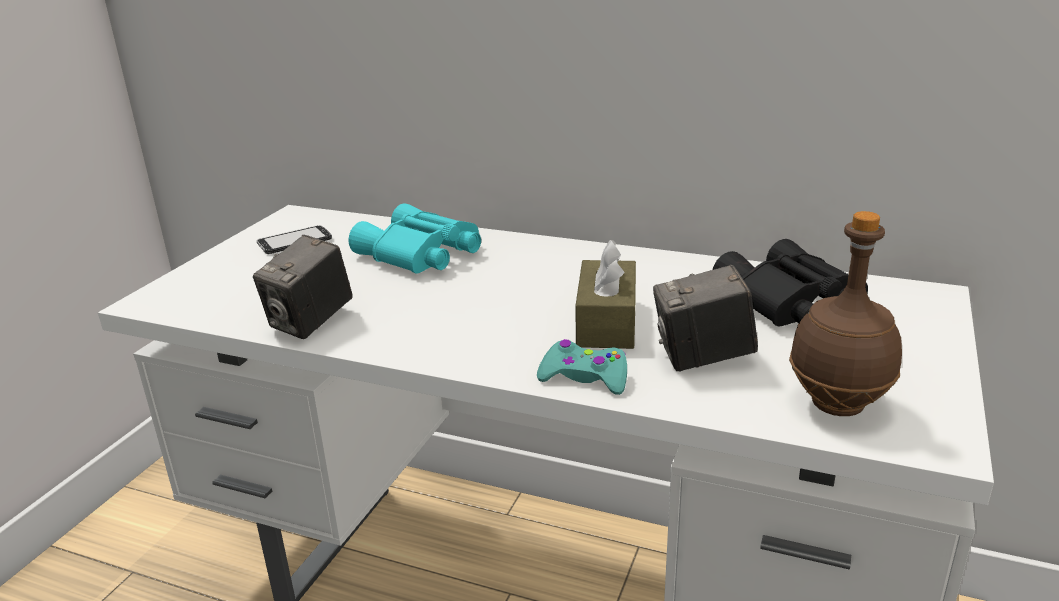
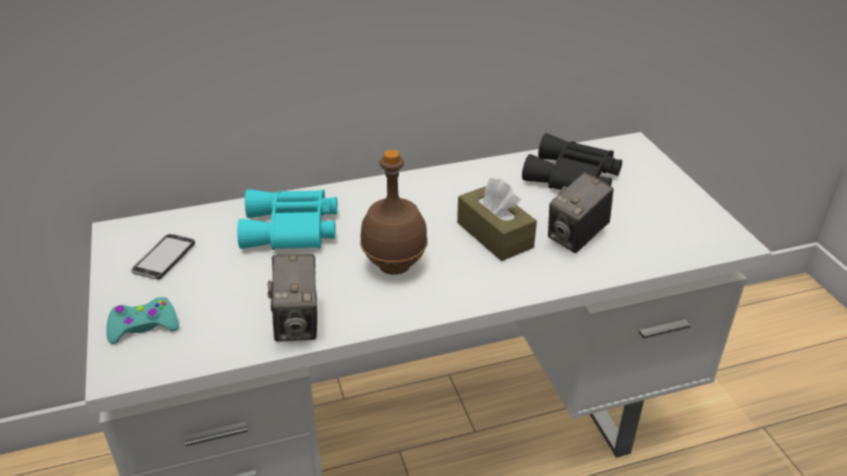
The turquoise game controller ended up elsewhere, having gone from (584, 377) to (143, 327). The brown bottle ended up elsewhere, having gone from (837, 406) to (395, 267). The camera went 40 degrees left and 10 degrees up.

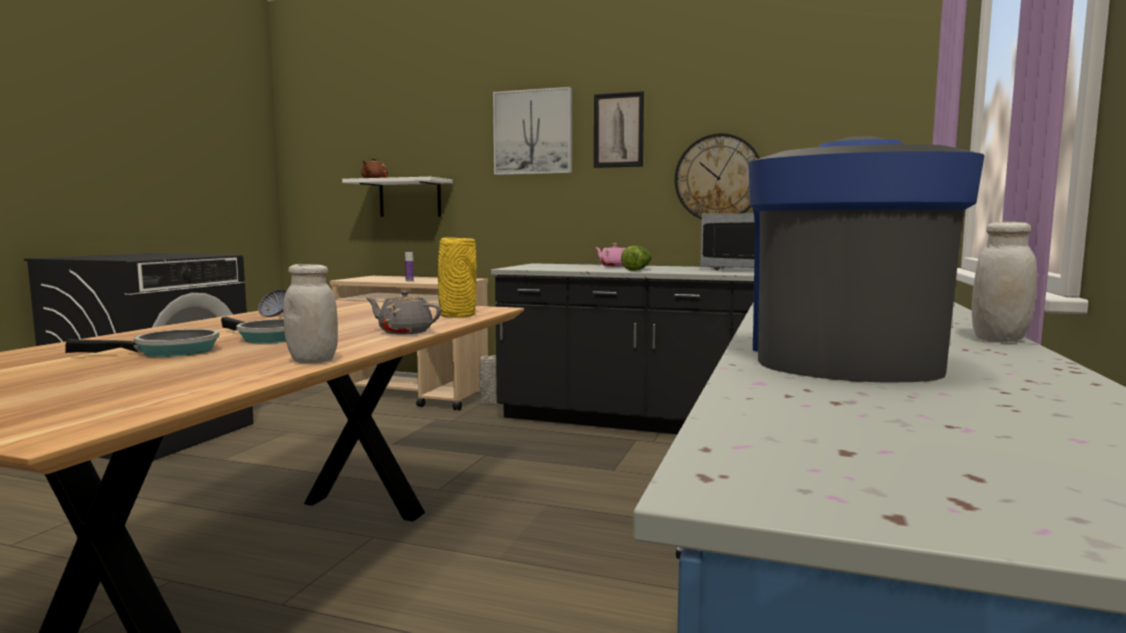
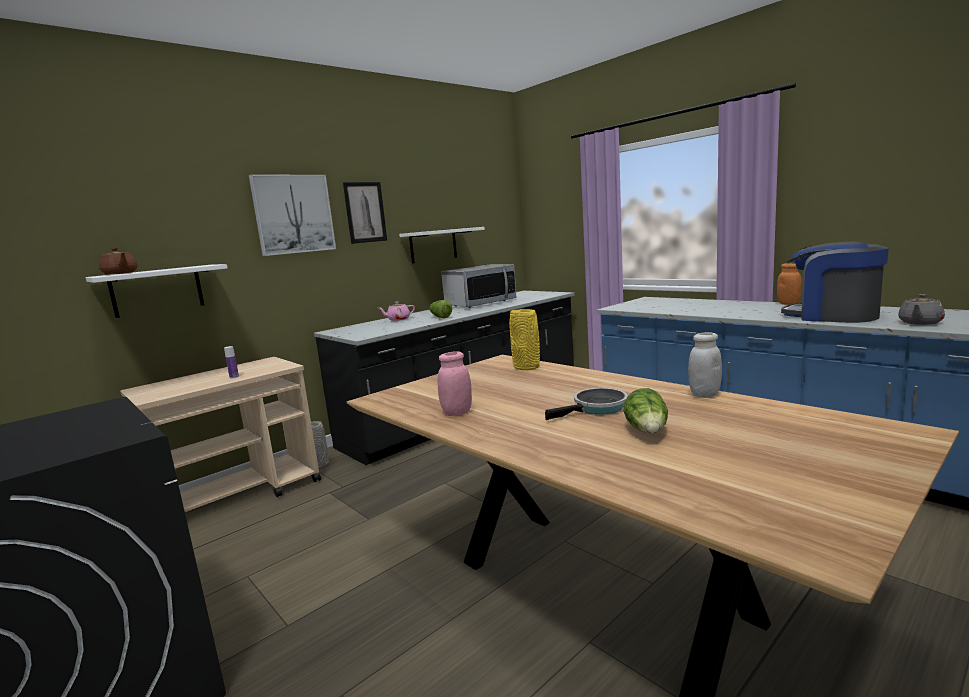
Where the wall clock hung at (718, 178), the white shelf came to hang at (433, 245). Where the bowl stood at (275, 316), the pink jar came to stand at (457, 413). Where the frying pan stood at (169, 352), the lettuce came to stand at (648, 431). What was the white jar at (999, 339) turned into the orange jar at (788, 304). The grey teapot ended up elsewhere, having gone from (404, 332) to (919, 323). The camera went 60 degrees left and 5 degrees up.

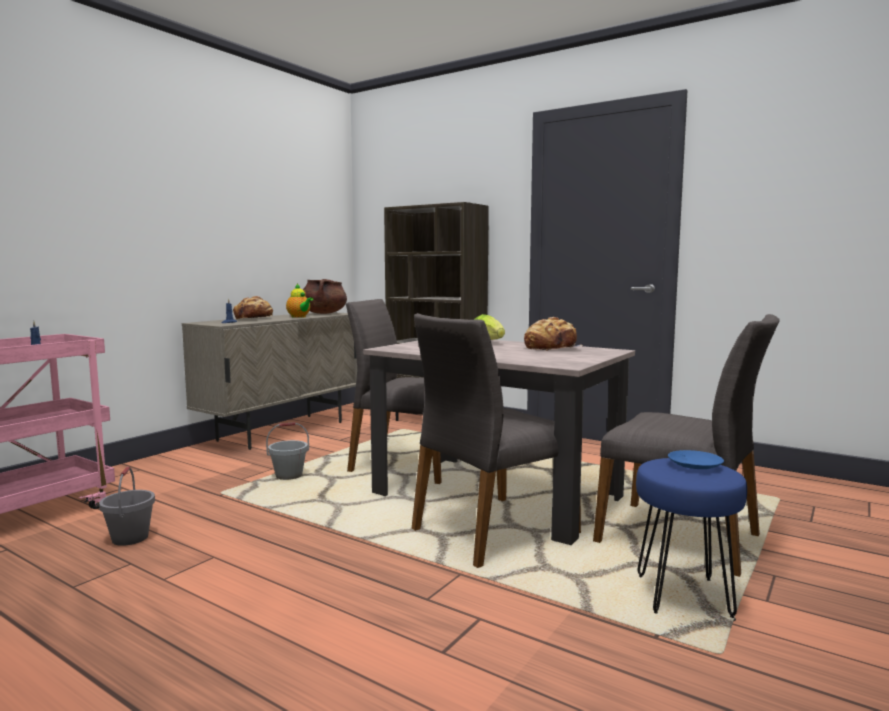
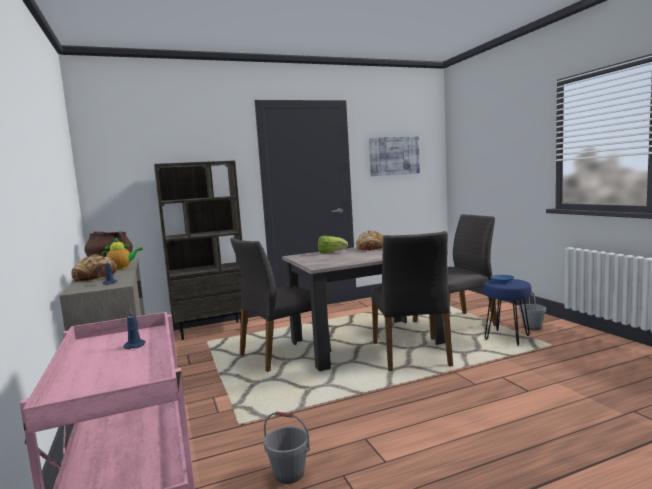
The second view gained the picture at (394, 156). The grey bucket ended up elsewhere, having gone from (289, 476) to (532, 327). The camera went 55 degrees left and 0 degrees up.

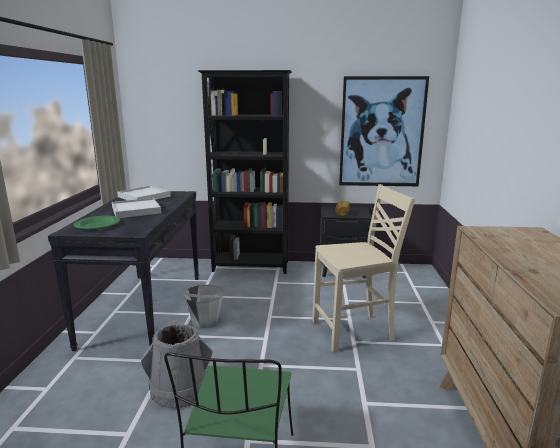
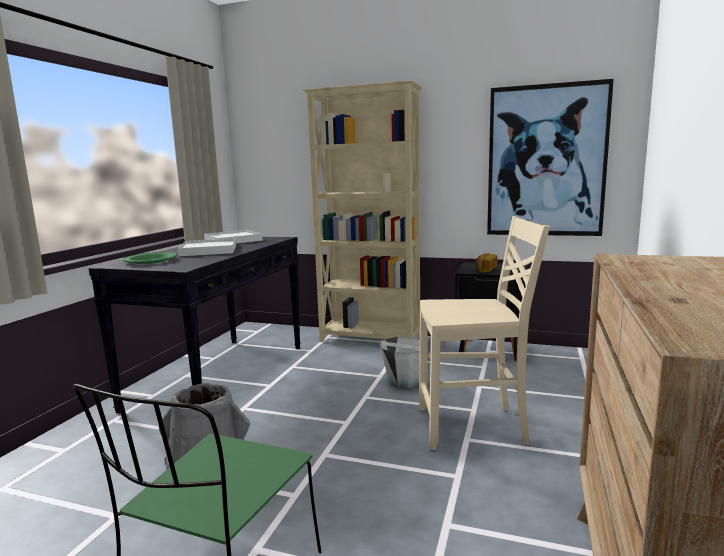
What was the black bookcase at (251, 267) turned into the beige bookcase at (370, 339). The grey bucket ended up elsewhere, having gone from (205, 321) to (403, 381). The camera went 15 degrees right and 5 degrees down.

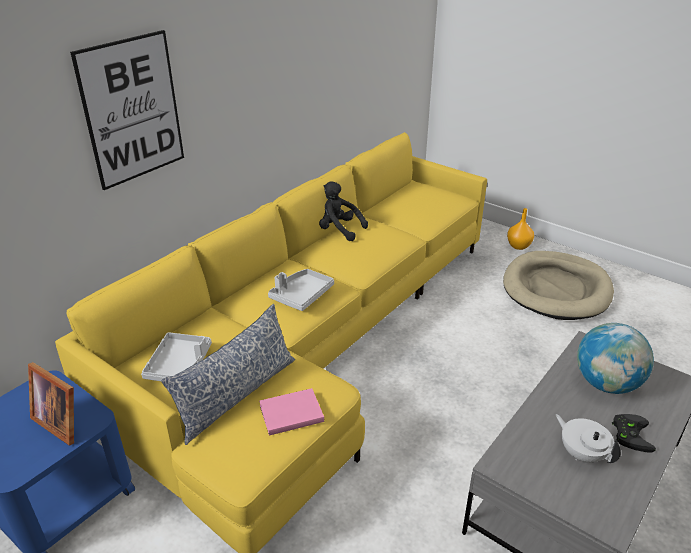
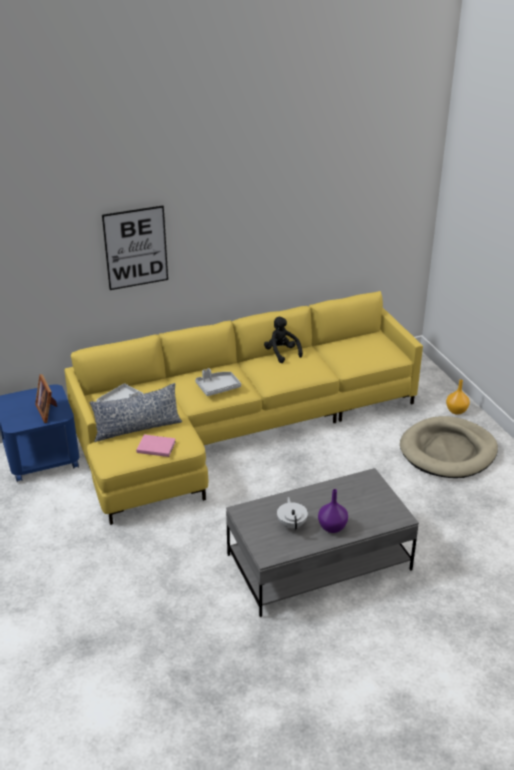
Where the black game controller stood at (630, 433), the purple vase came to stand at (332, 527). The second view lost the globe at (606, 384). The camera went 30 degrees right and 0 degrees up.

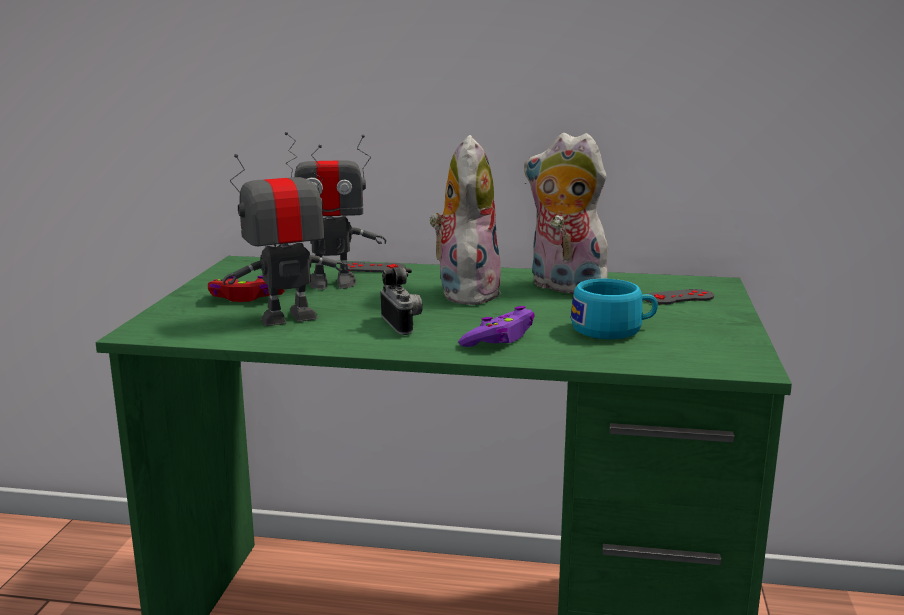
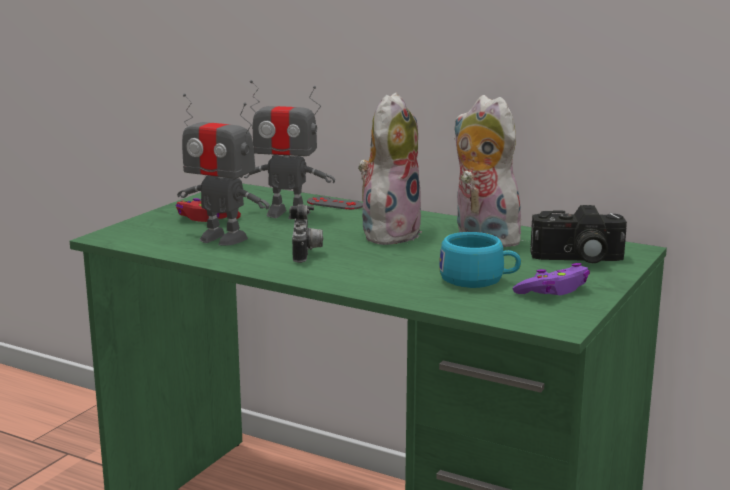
The toy robot at (288, 318) ended up facing another way, 150 degrees counterclockwise from before. The purple game controller ended up elsewhere, having gone from (499, 339) to (553, 290). Where the grey game controller stood at (678, 297), the photo camera came to stand at (577, 259). The camera went 20 degrees right and 0 degrees up.

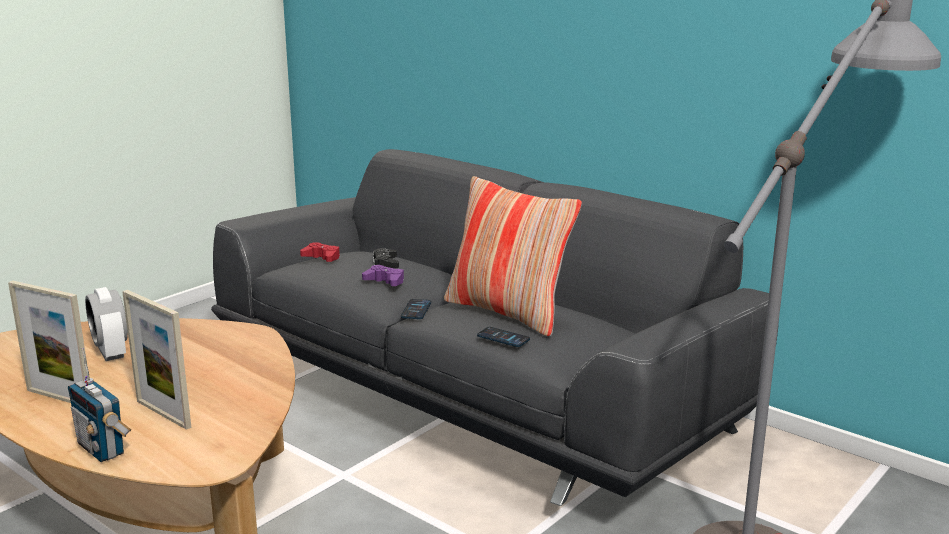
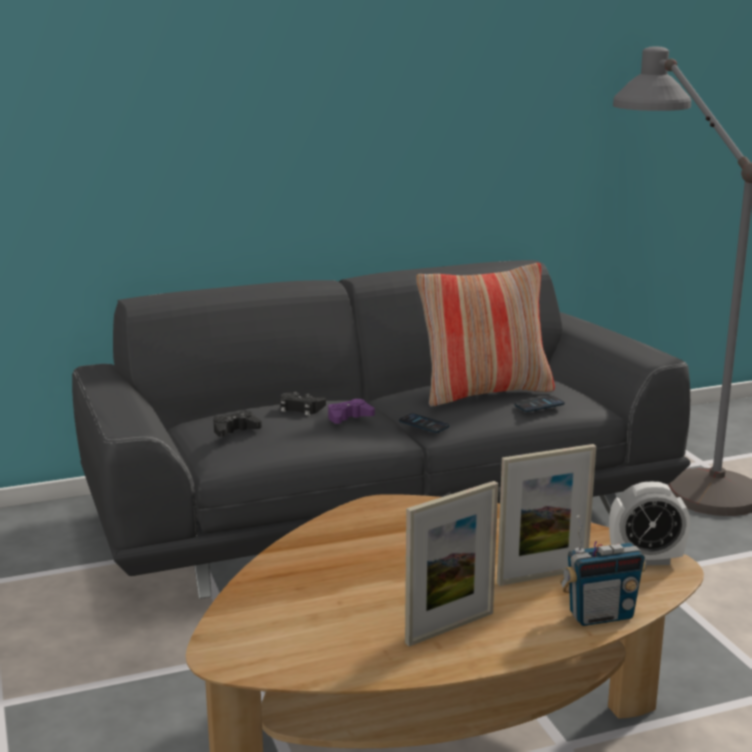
What was the red game controller at (322, 257) turned into the black game controller at (235, 430). The alarm clock ended up elsewhere, having gone from (111, 352) to (645, 559). The camera went 60 degrees left and 0 degrees up.

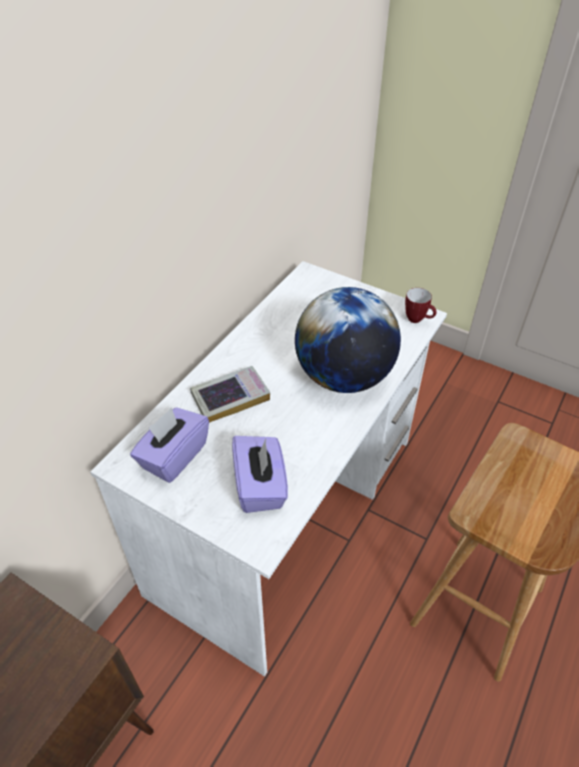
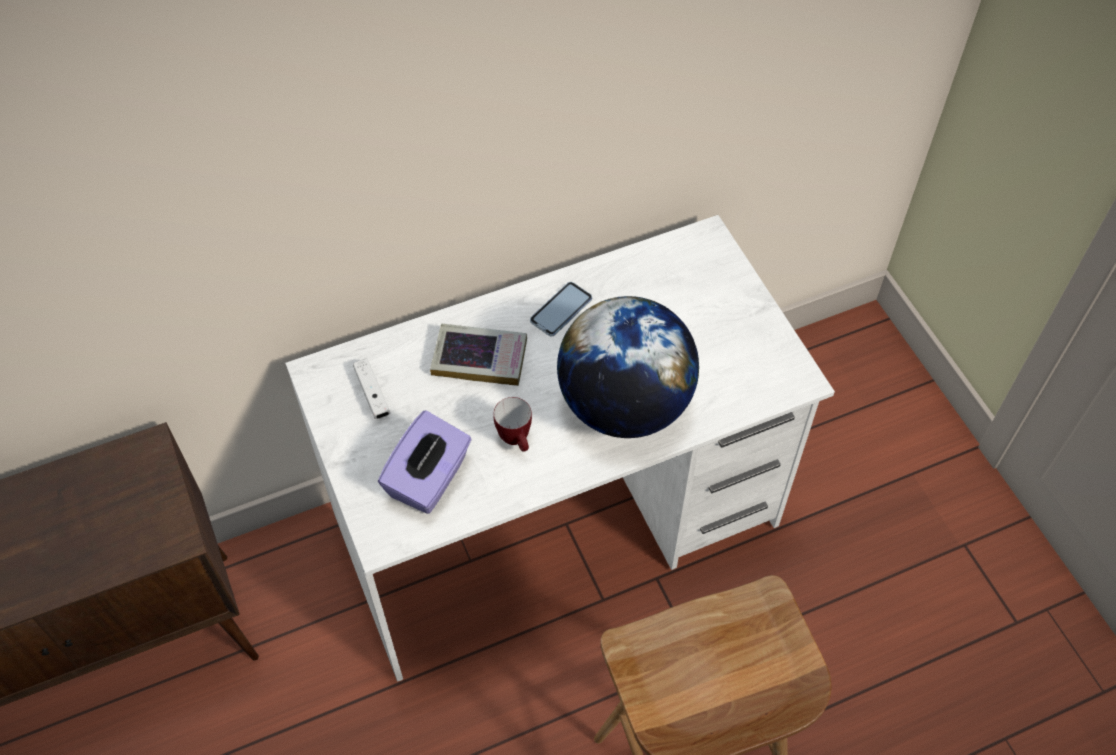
Where the purple tissue box stood at (173, 456), the white game controller came to stand at (372, 393). The mug ended up elsewhere, having gone from (418, 320) to (516, 441). The second view gained the phone at (561, 310). The camera went 35 degrees right and 10 degrees up.

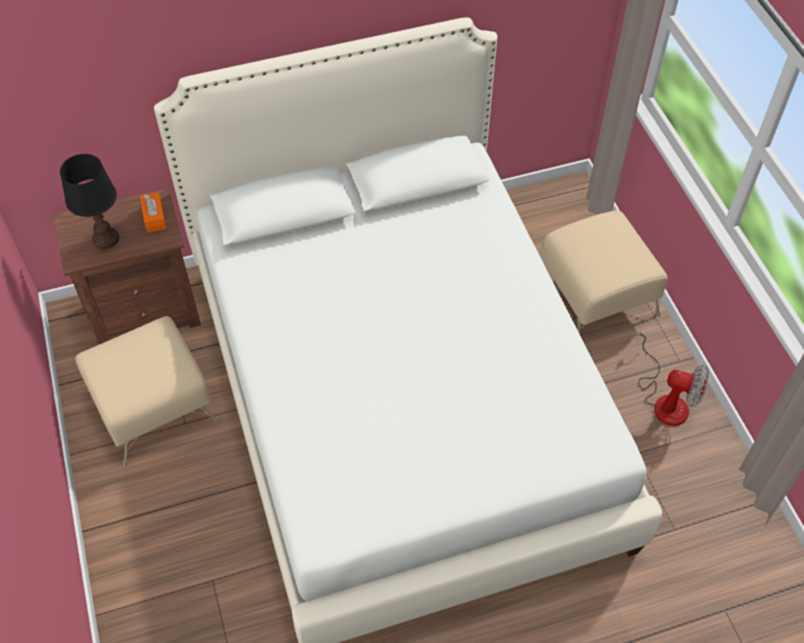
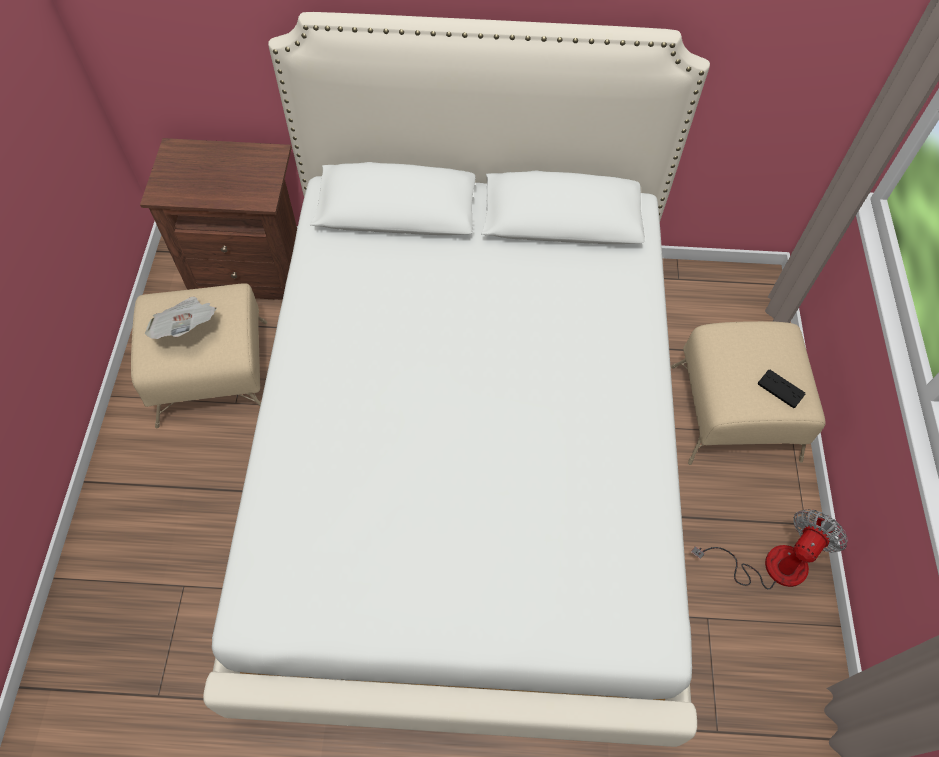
The second view gained the newspaper at (186, 327). The fan at (665, 399) ended up facing another way, 90 degrees counterclockwise from before. The second view gained the black game controller at (780, 389). The second view lost the black table lamp at (106, 238). The second view lost the orange tissue box at (154, 217). The camera went 20 degrees right and 5 degrees up.

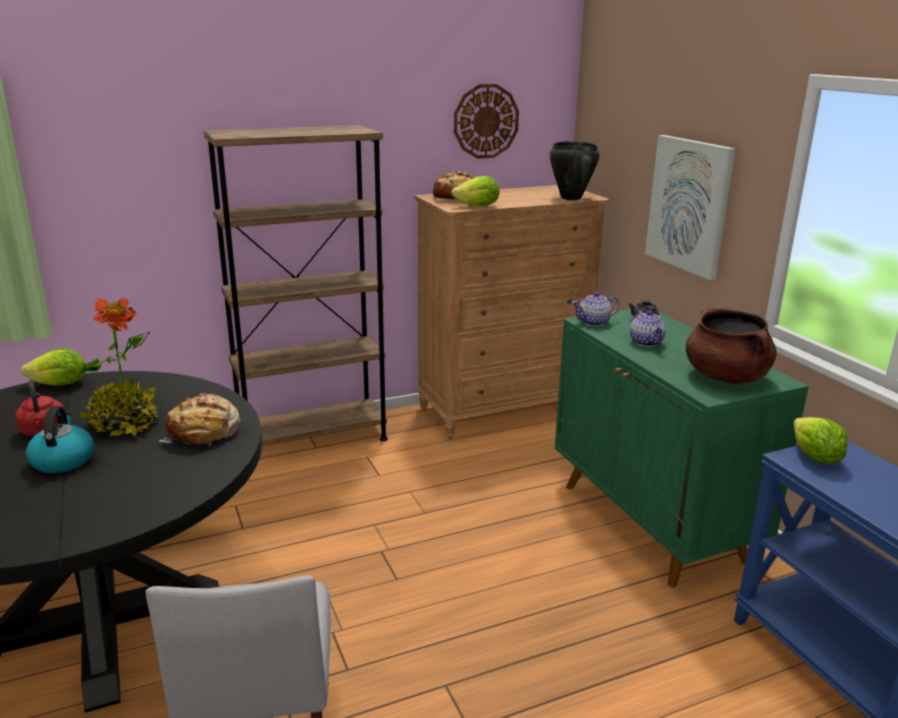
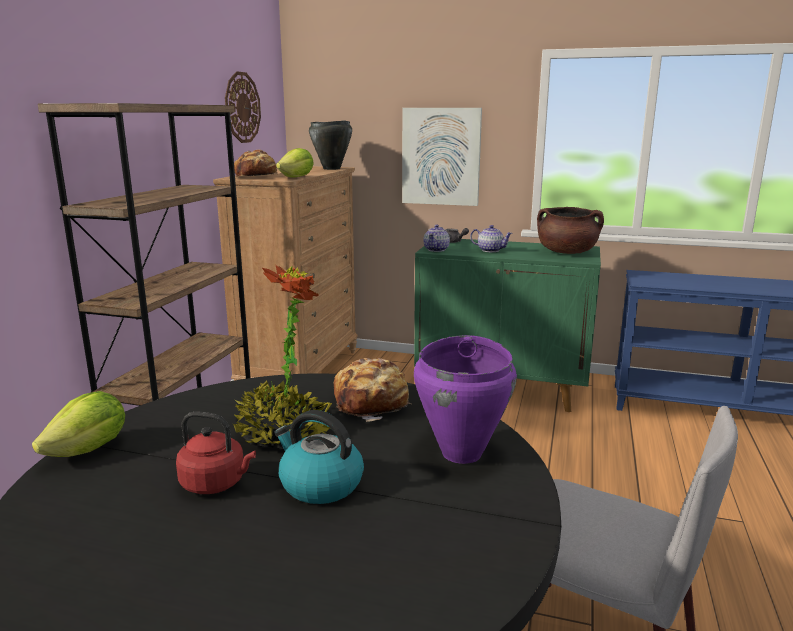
The second view gained the purple cooking pot at (462, 453). The second view lost the lettuce at (814, 457). The camera went 50 degrees left and 5 degrees down.

